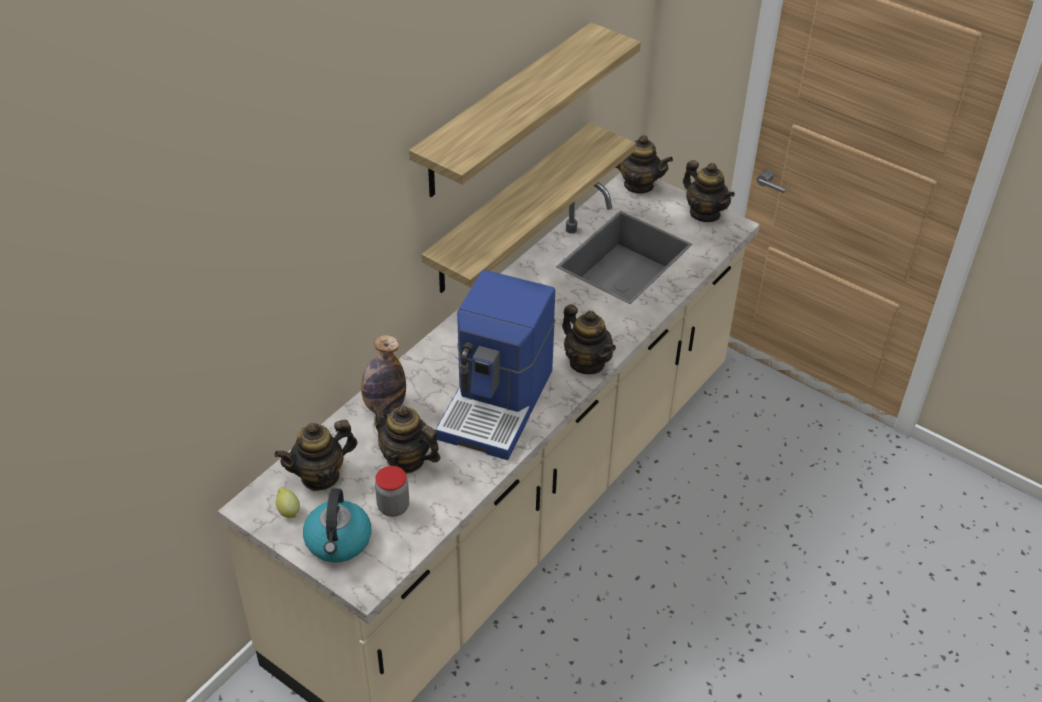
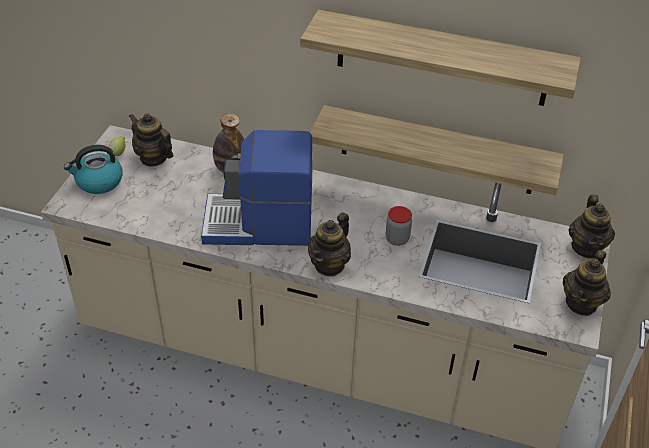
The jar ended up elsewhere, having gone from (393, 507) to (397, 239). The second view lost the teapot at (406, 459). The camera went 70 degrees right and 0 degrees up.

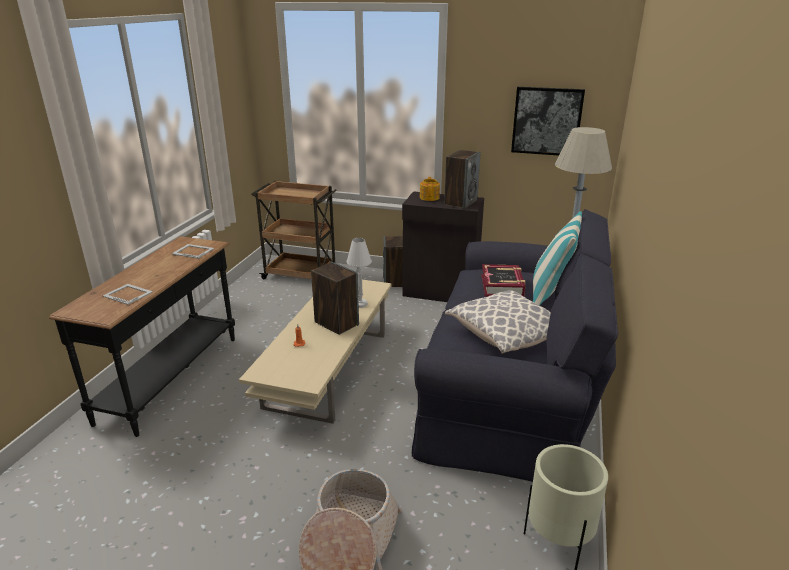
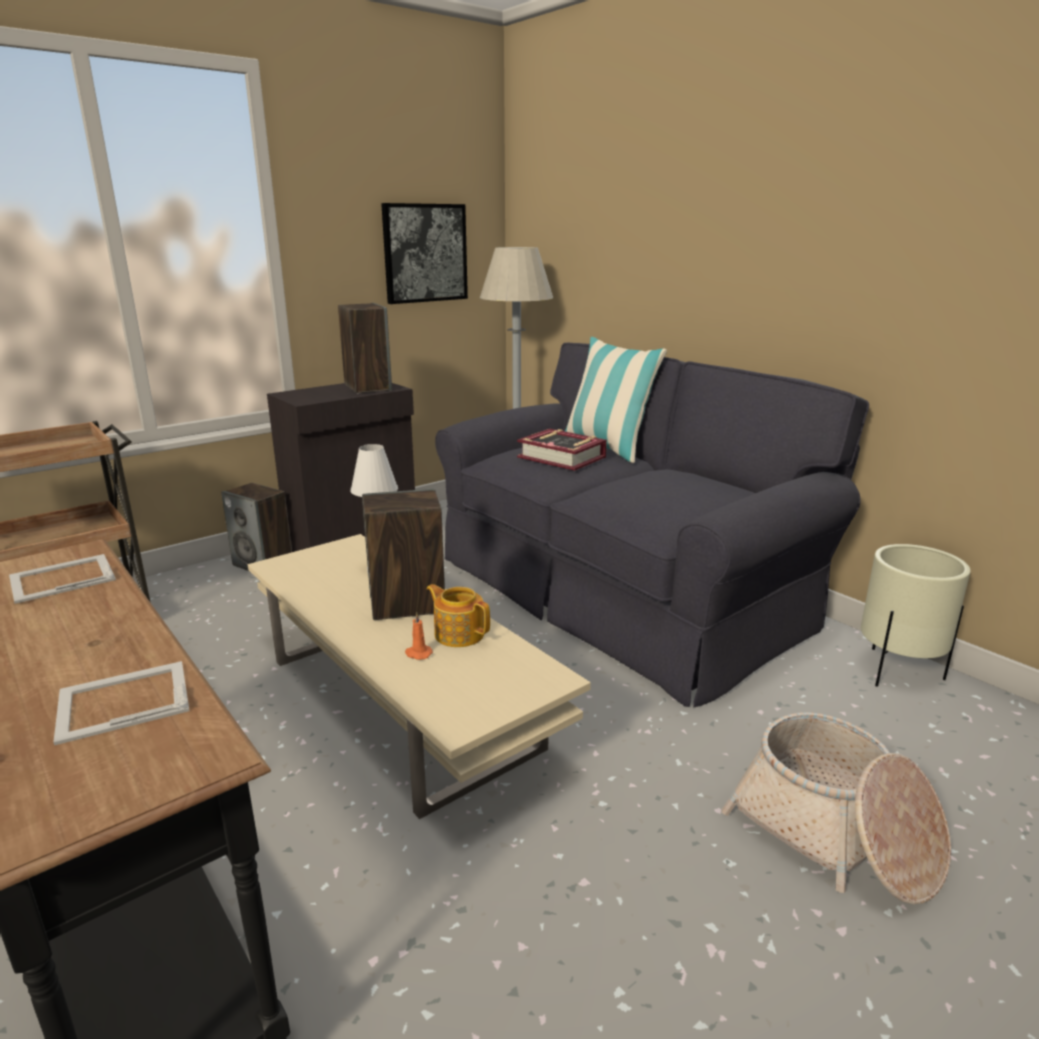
The teapot ended up elsewhere, having gone from (429, 197) to (459, 633). The second view lost the pillow at (504, 335). The camera went 55 degrees left and 5 degrees down.

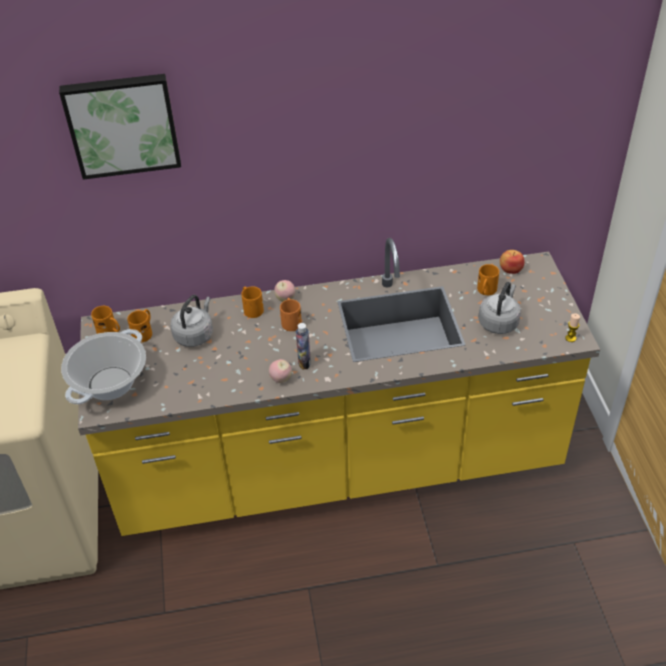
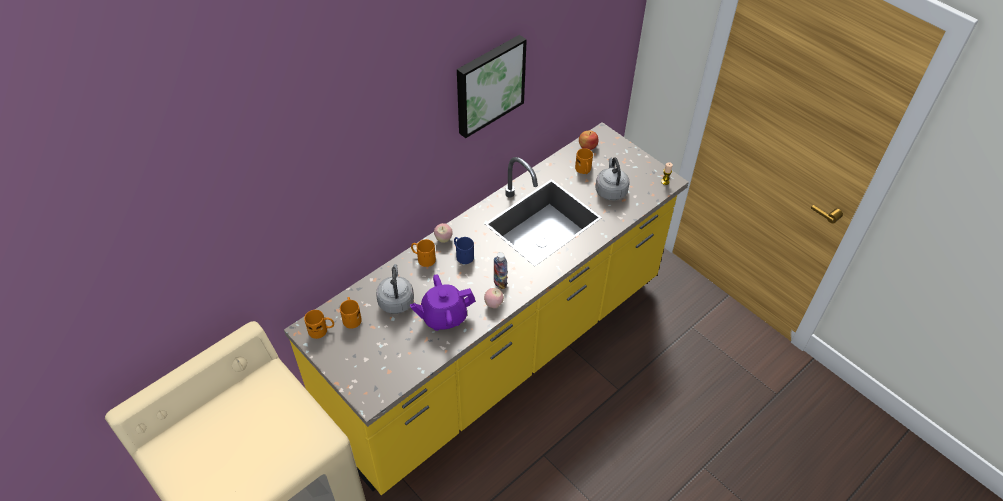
The second view gained the purple teapot at (443, 317). What was the orange mug at (290, 321) turned into the blue mug at (462, 255). The picture ended up elsewhere, having gone from (122, 124) to (488, 84). The second view lost the cooking pot at (110, 383). The camera went 35 degrees left and 5 degrees up.

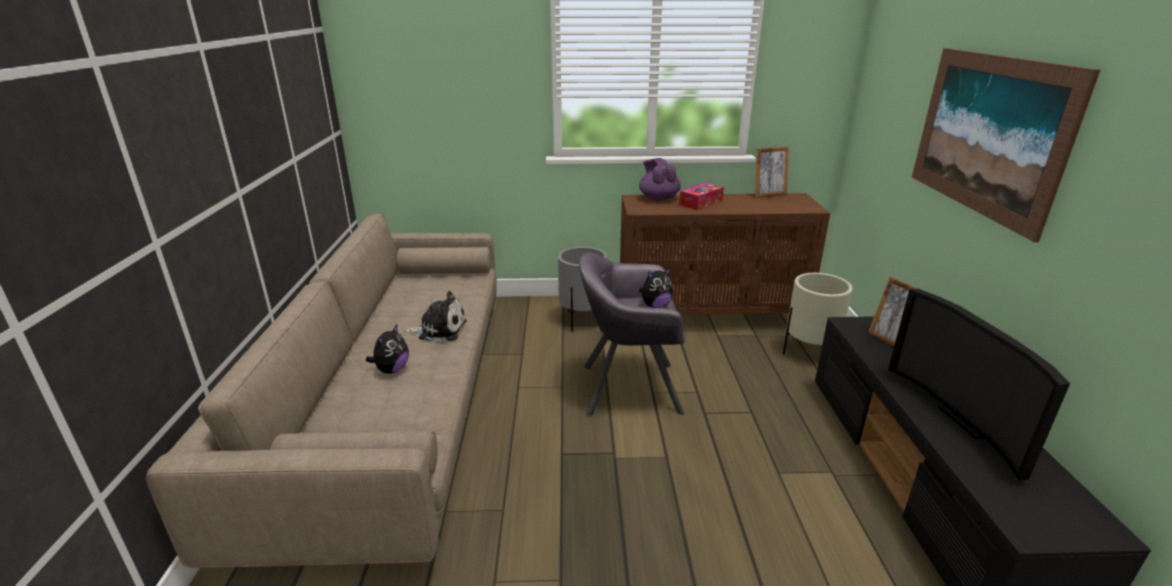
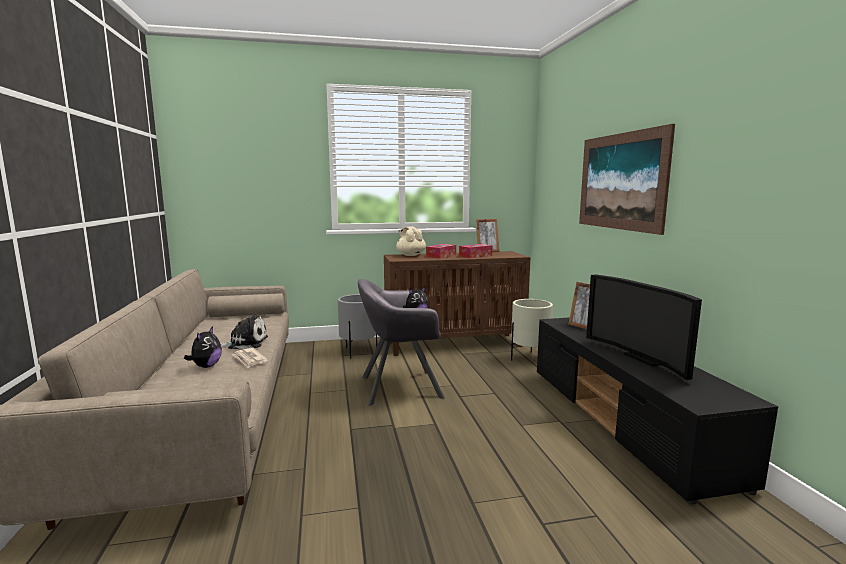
The second view gained the newspaper at (249, 359). What was the purple teapot at (658, 198) turned into the beige teapot at (410, 255). The second view gained the tissue box at (475, 255). The camera went 10 degrees left and 15 degrees down.

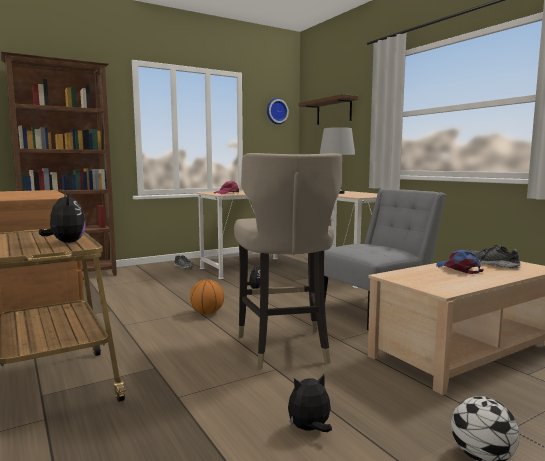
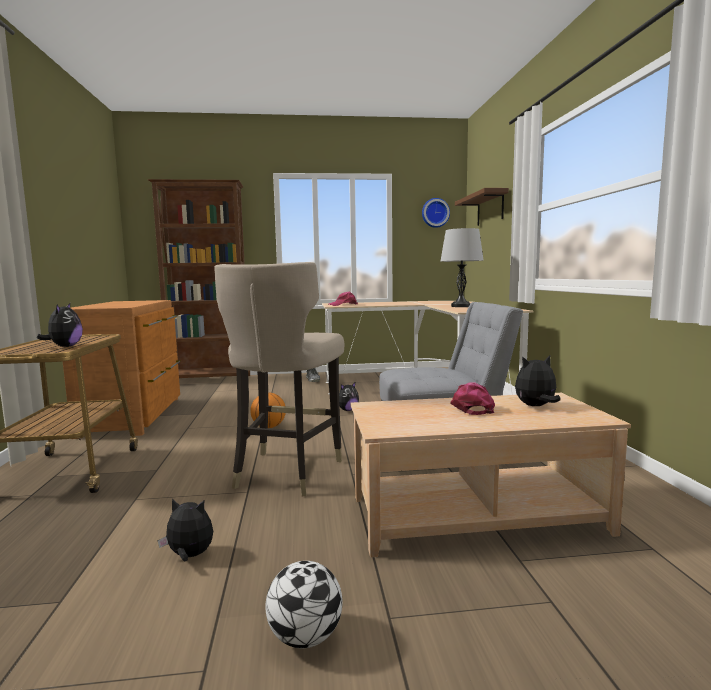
What was the blue cap at (458, 269) turned into the pink cap at (472, 407). Where the shoe stood at (493, 264), the plush toy came to stand at (536, 406). The camera went 25 degrees right and 0 degrees up.

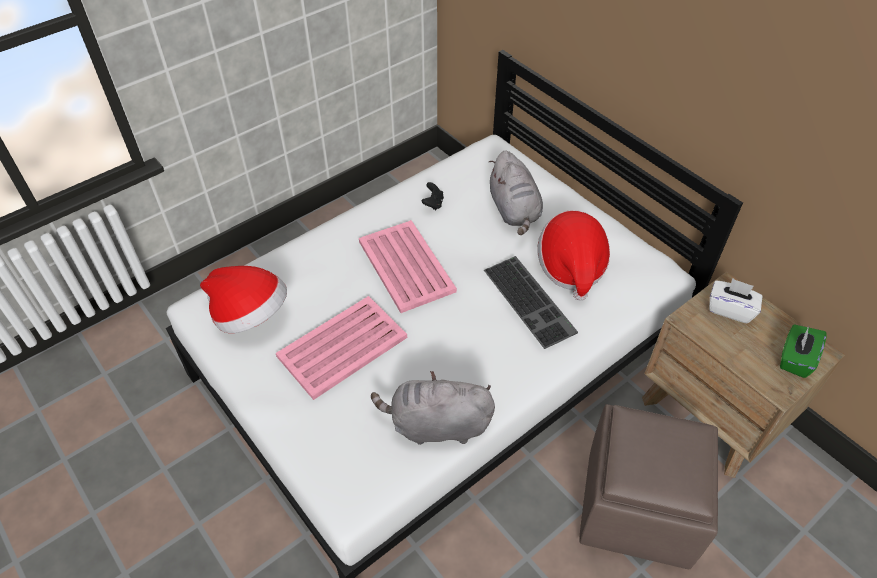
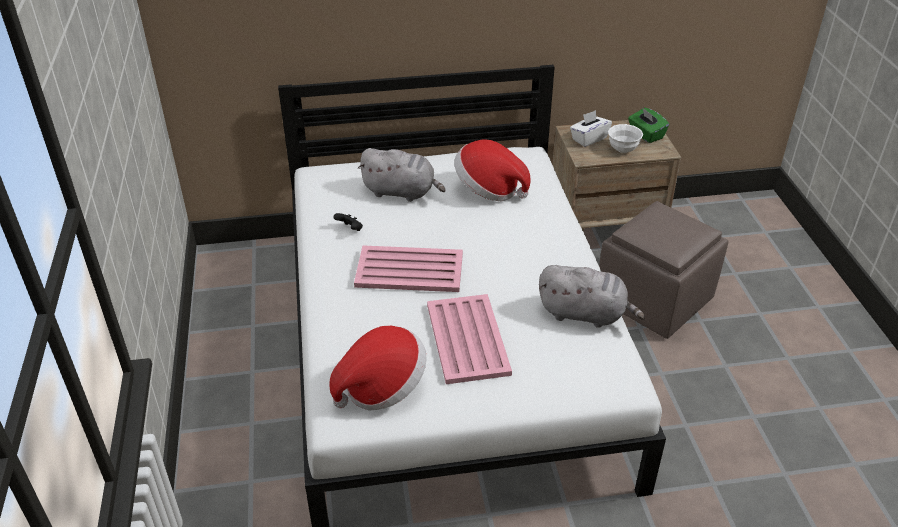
The grey plush toy at (436, 425) ended up facing another way, 105 degrees counterclockwise from before. The second view gained the white bowl at (623, 149). The second view lost the keyboard at (531, 301). The camera went 60 degrees left and 10 degrees down.

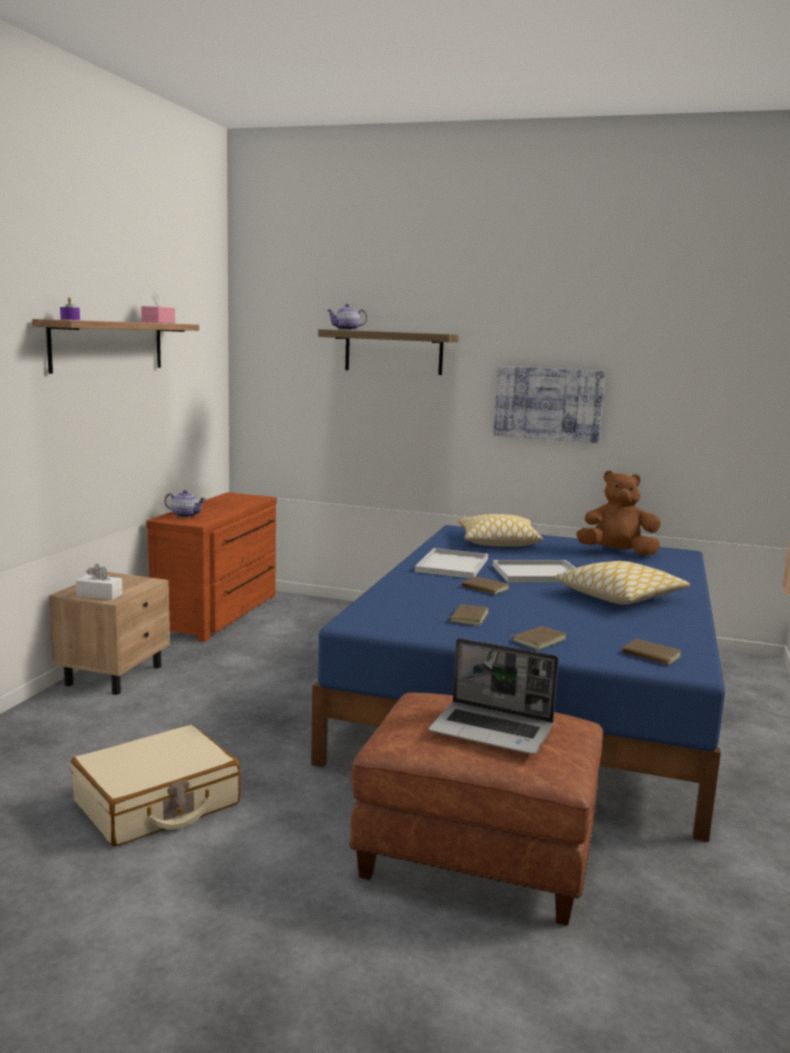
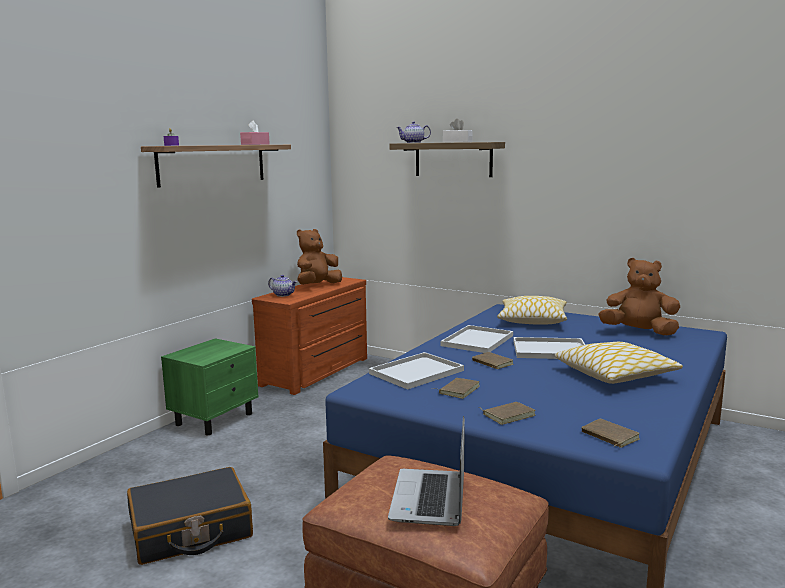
What was the beige suitcase at (157, 803) turned into the black suitcase at (191, 530). What was the beige nightstand at (115, 675) turned into the green nightstand at (215, 419). The second view gained the brown plush toy at (317, 286). The second view gained the white tray at (417, 371). The laptop at (493, 730) ended up facing another way, 60 degrees clockwise from before. The white tissue box ended up elsewhere, having gone from (99, 595) to (457, 142). The second view lost the picture at (548, 403). The camera went 15 degrees right and 0 degrees up.

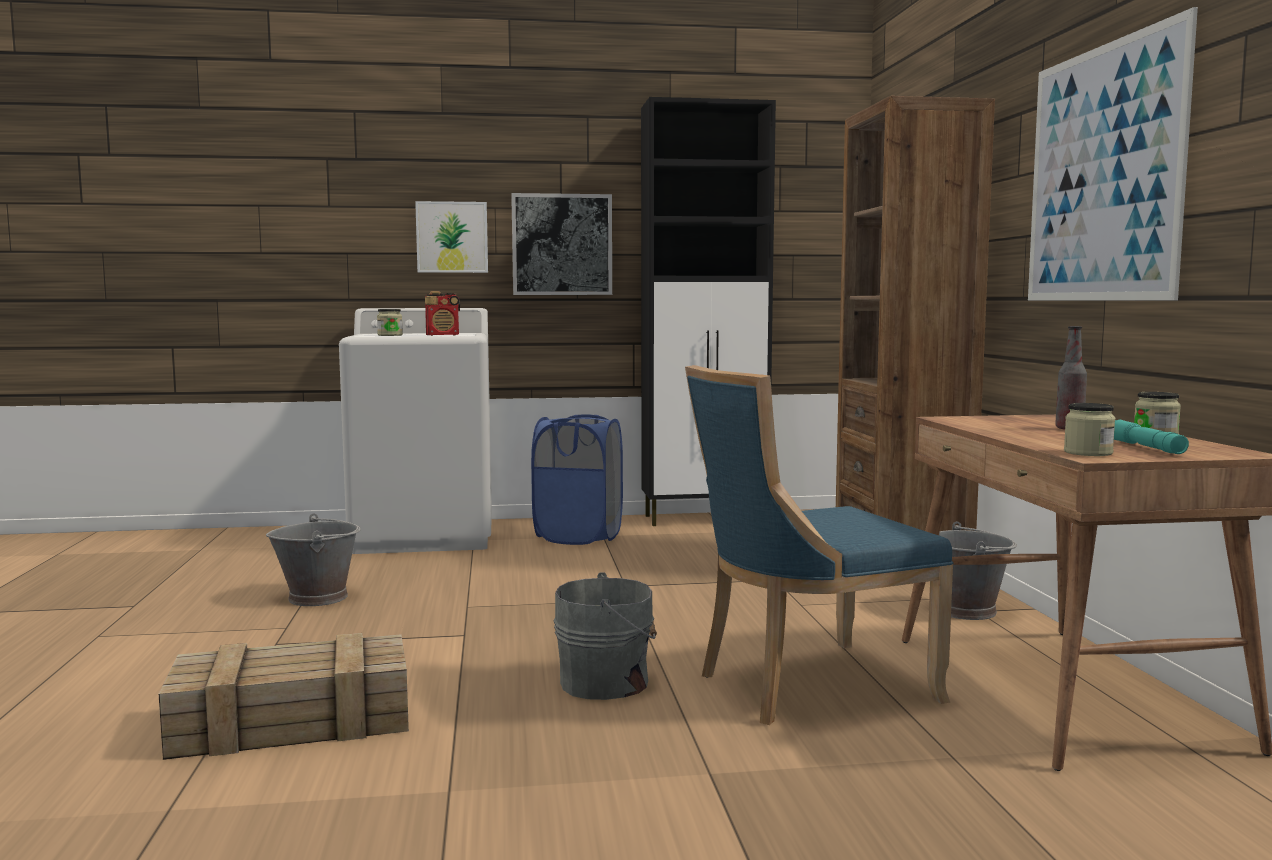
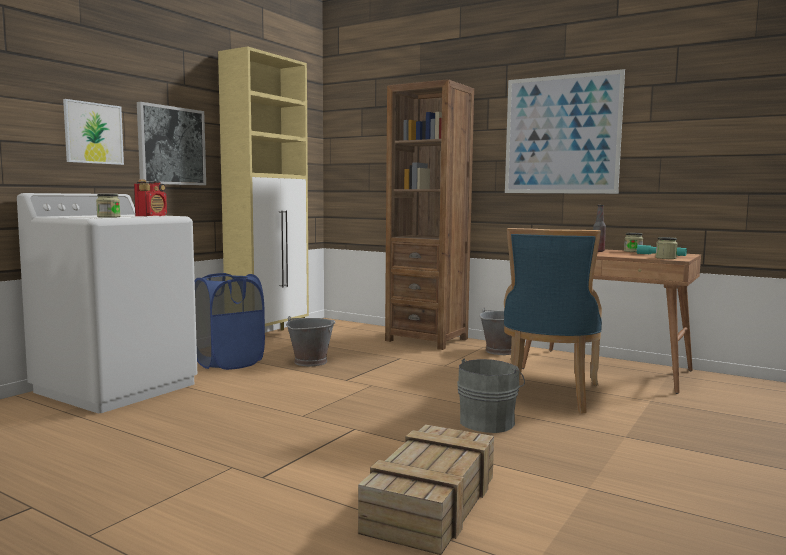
What was the black cabinet at (705, 519) turned into the beige cabinet at (269, 338). The grey bucket ended up elsewhere, having gone from (318, 597) to (310, 361). The camera went 50 degrees left and 0 degrees up.

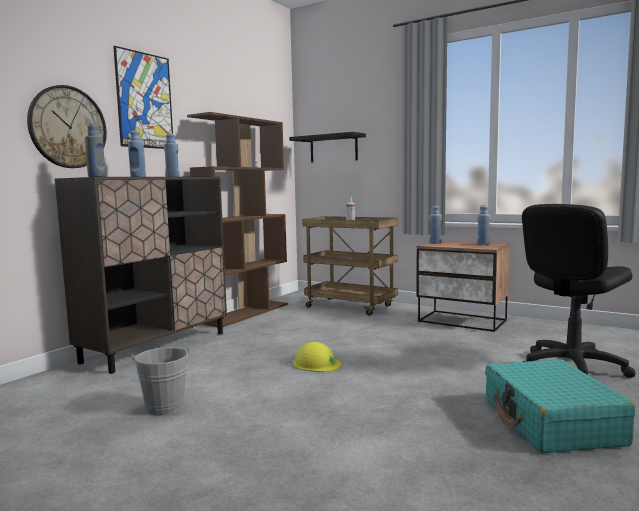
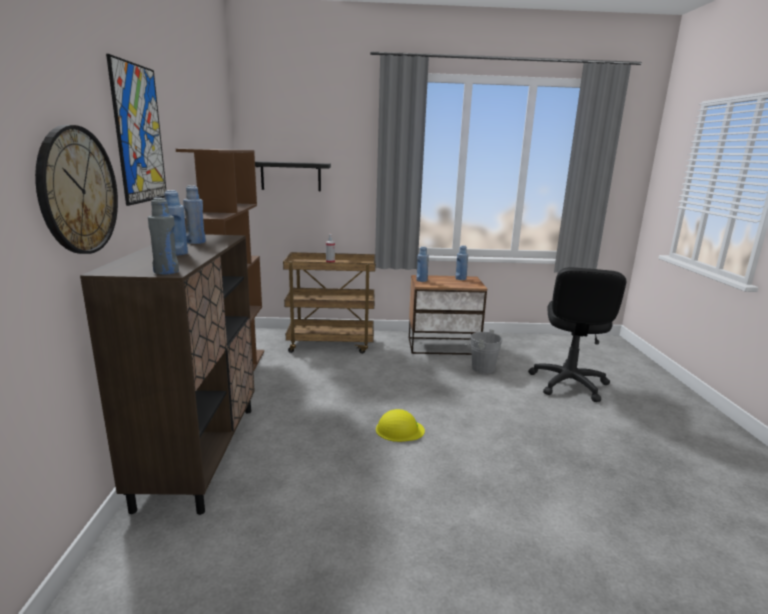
The grey bucket ended up elsewhere, having gone from (164, 406) to (480, 368). The second view lost the turquoise suitcase at (551, 422). The camera went 35 degrees left and 10 degrees up.

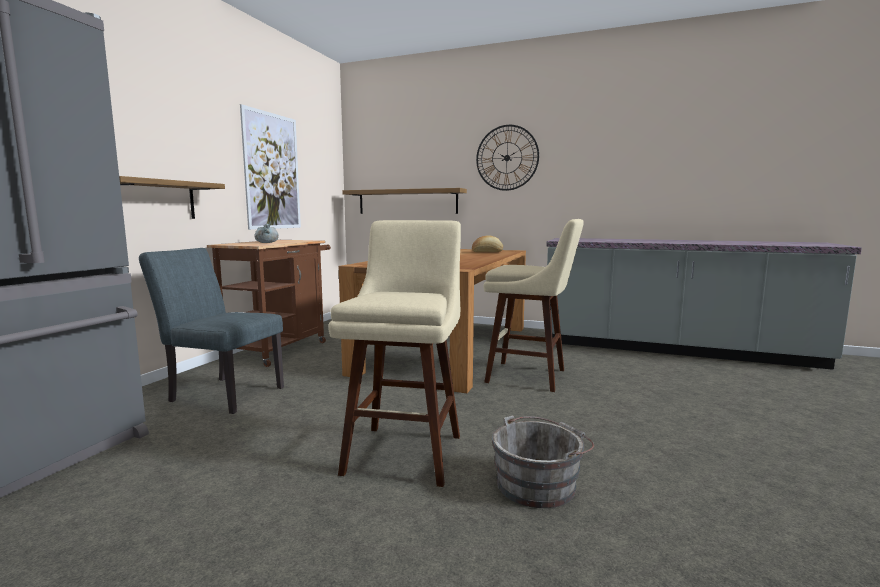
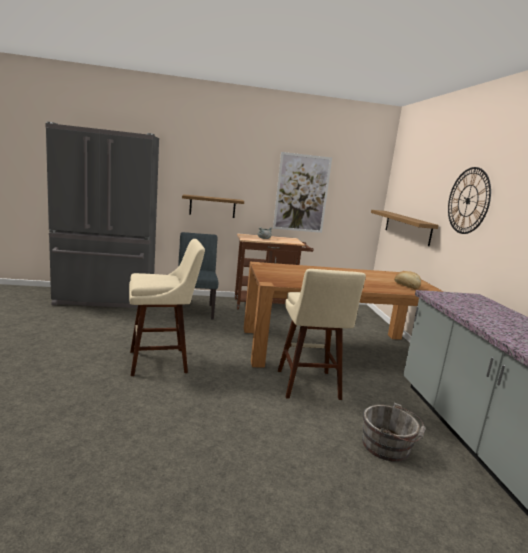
The grey bucket ended up elsewhere, having gone from (539, 483) to (389, 447). The camera went 60 degrees right and 5 degrees up.

